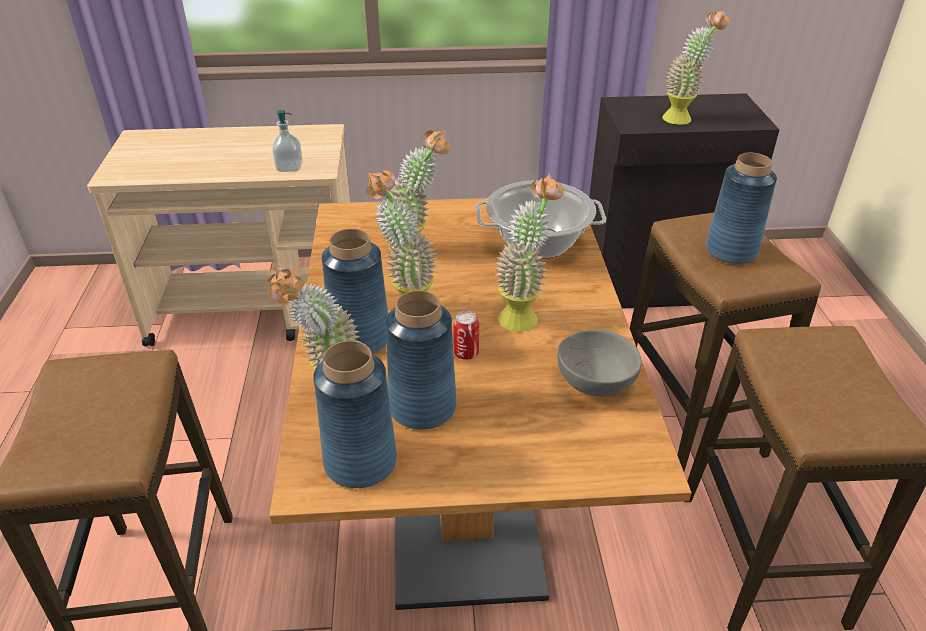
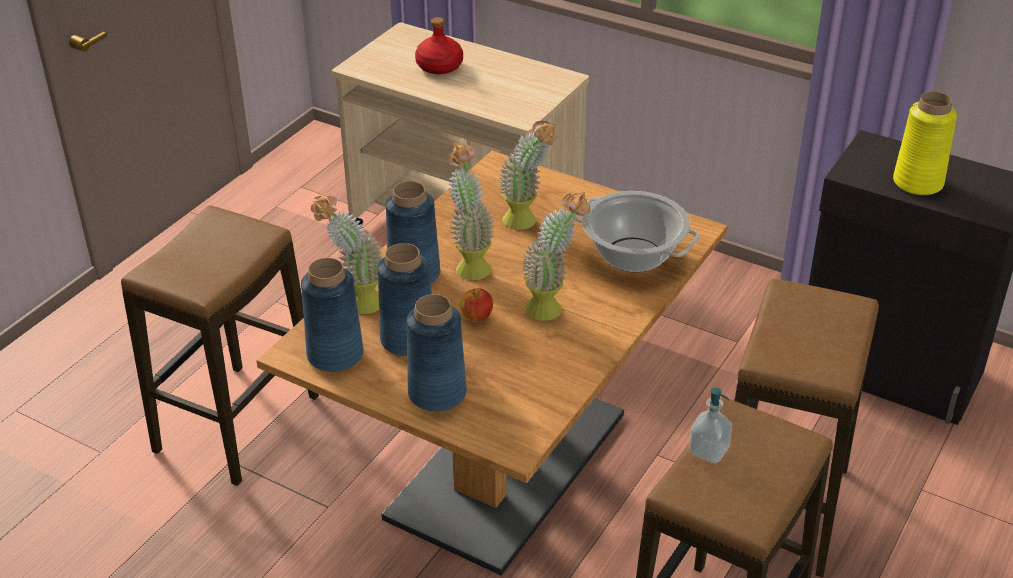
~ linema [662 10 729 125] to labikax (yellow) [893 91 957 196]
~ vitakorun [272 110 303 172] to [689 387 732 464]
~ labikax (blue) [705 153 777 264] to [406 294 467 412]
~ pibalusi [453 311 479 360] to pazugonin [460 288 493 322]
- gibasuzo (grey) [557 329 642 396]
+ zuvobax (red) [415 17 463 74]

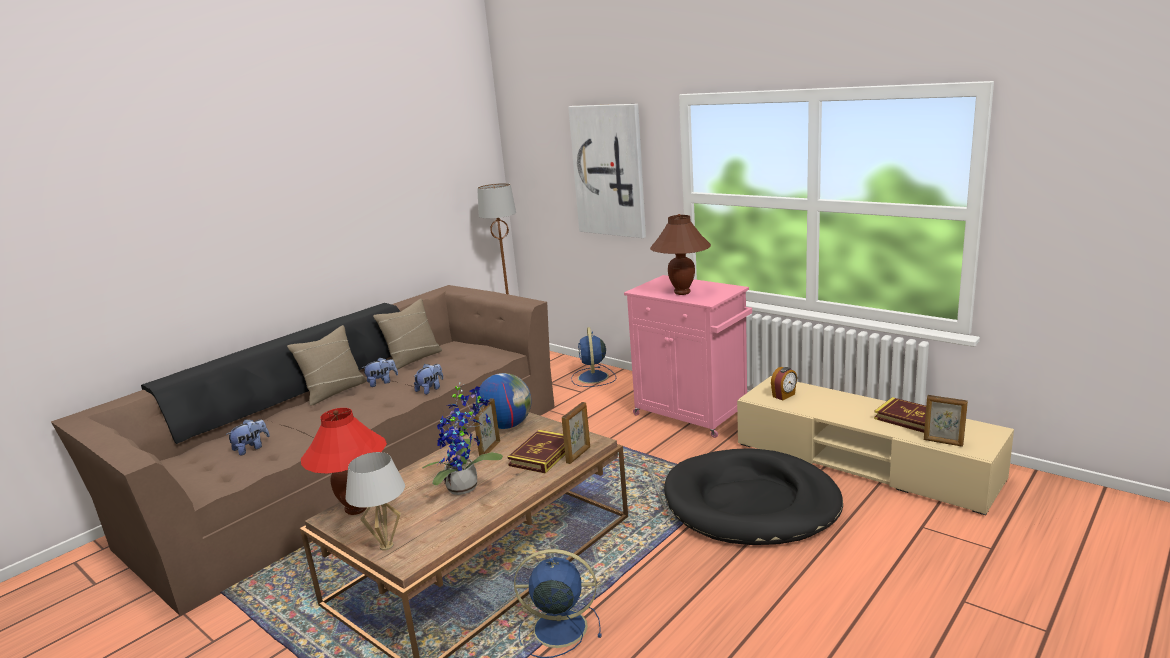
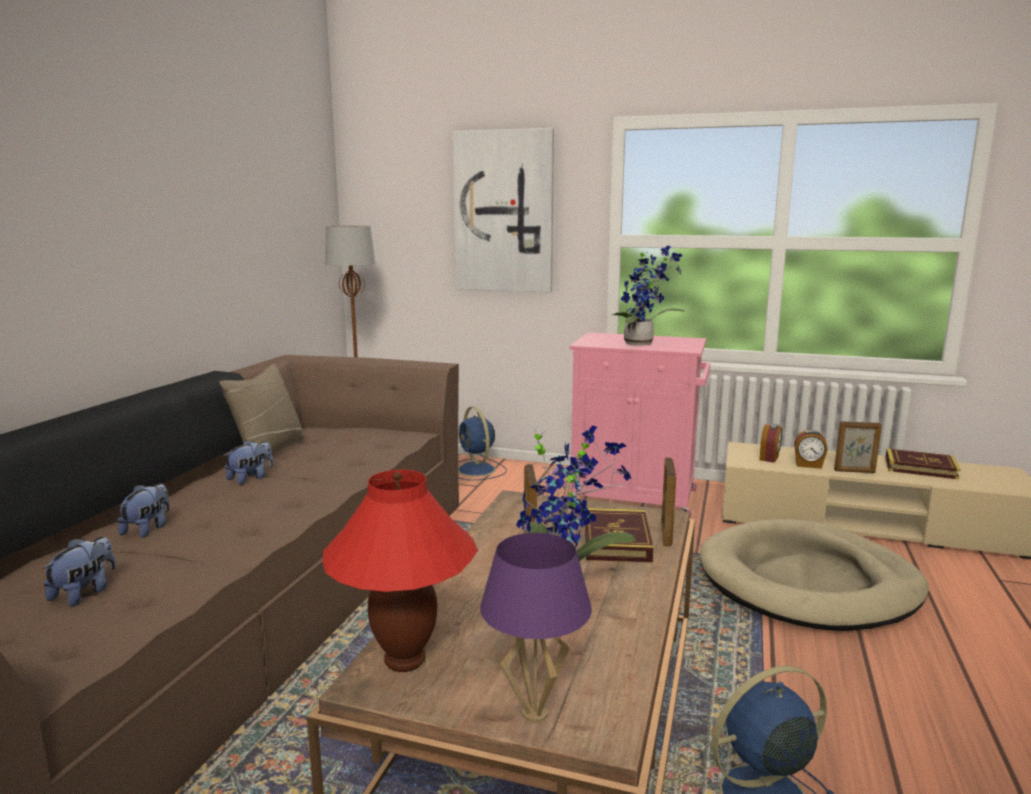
~ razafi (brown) [650 214 711 295] to linema [612 245 685 346]
- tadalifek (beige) [287 325 367 406]
~ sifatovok [414 364 443 395] to [118 483 170 538]
- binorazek [476 373 531 429]
~ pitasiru [924 395 968 447] to [834 421 882 473]
~ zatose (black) [664 448 843 545] to zatose (beige) [700 519 929 631]
~ razafi (white) [346 452 405 551] to razafi (purple) [480 533 592 723]
+ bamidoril [794 430 828 469]

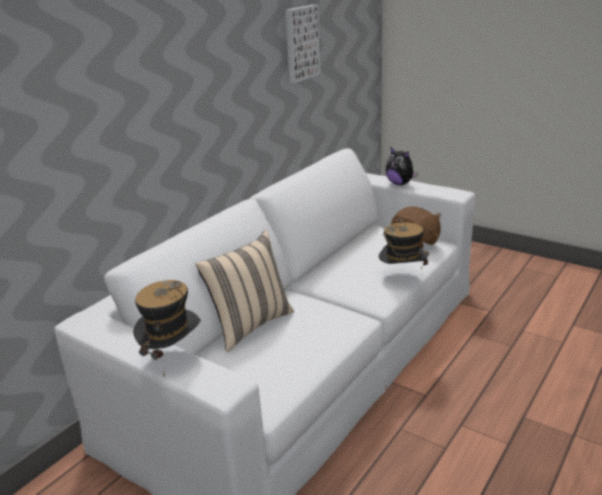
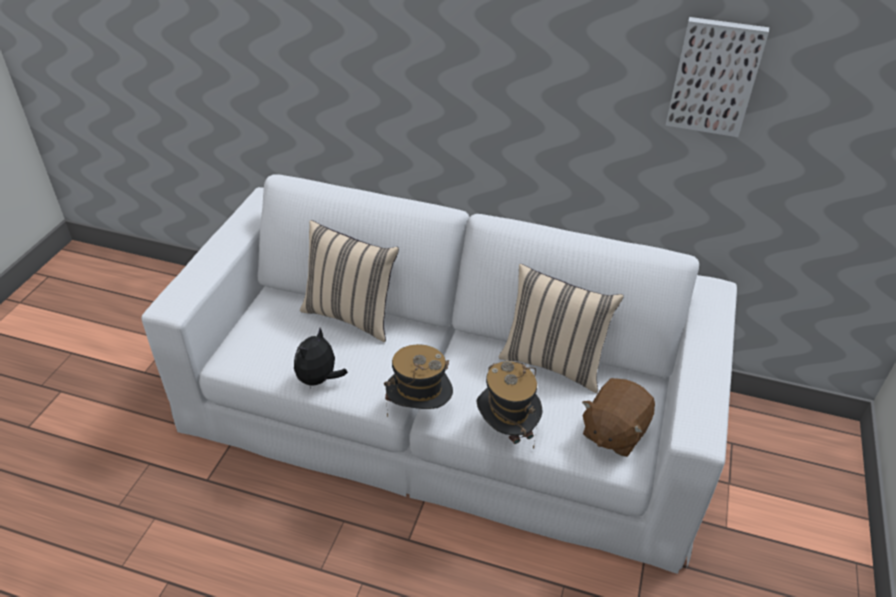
~ sifatovok [386 148 419 185] to [294 328 348 388]
~ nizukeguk [133 280 201 378] to [384 344 453 417]
+ tadalifek (beige) [499 264 624 393]

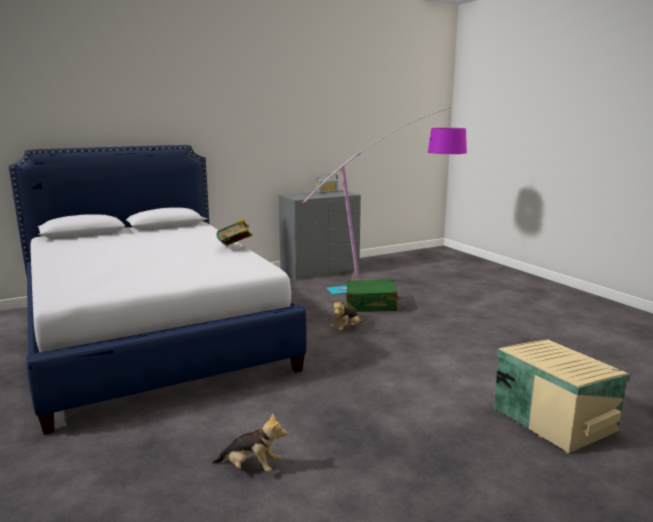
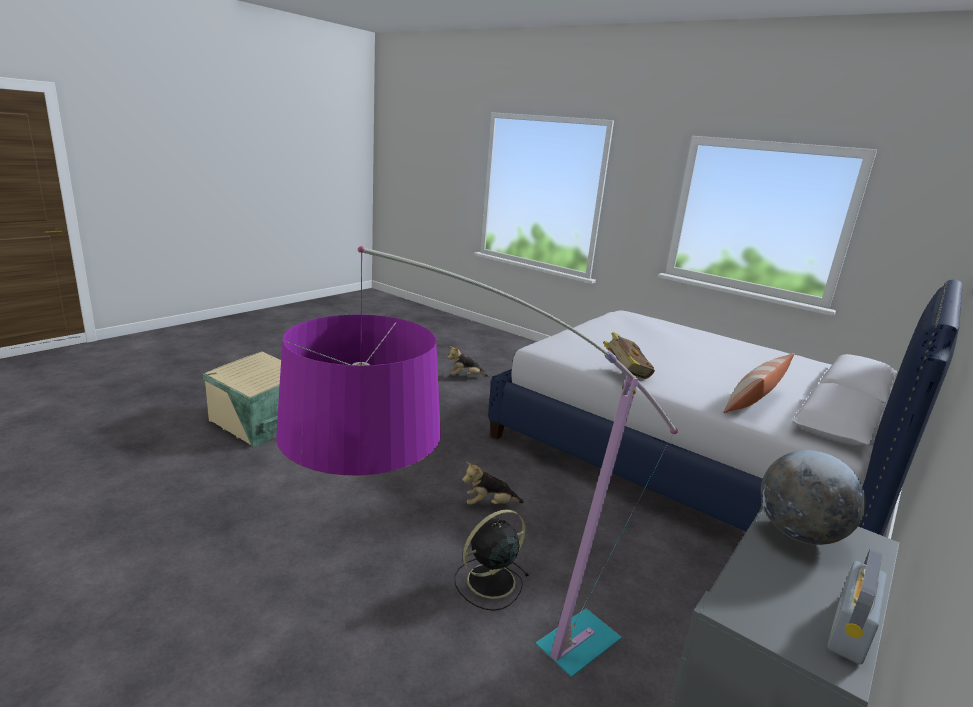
~ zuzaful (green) [346 279 400 312] to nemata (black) [454 510 529 611]
~ sifatovok [330 301 362 331] = [462 462 524 505] 120 degrees counterclockwise
+ tadalifek [723 353 795 413]
+ binorazek [760 450 866 545]

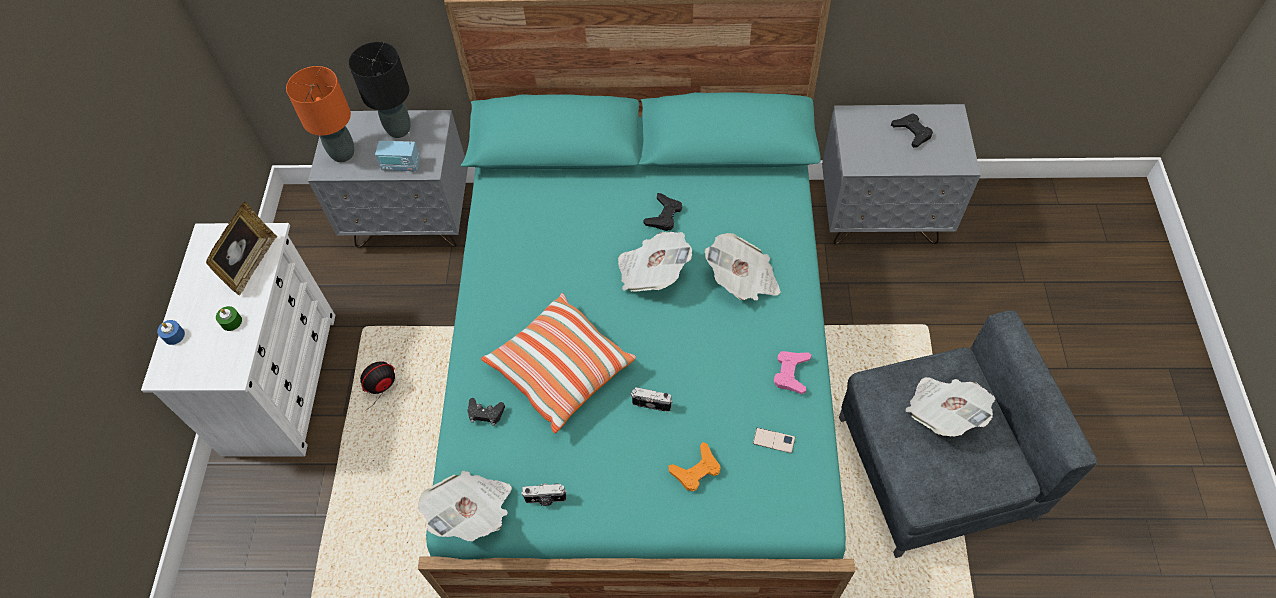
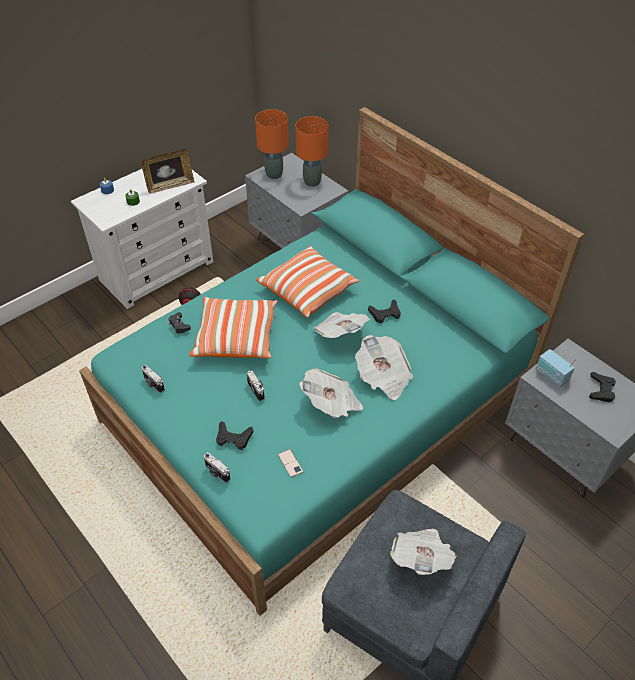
~ razafi (black) [348 42 411 138] to razafi (orange) [296 116 328 187]
~ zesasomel [375 132 420 172] to [536 349 576 388]
- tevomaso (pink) [774 351 812 394]
~ tevomaso (orange) [669 442 721 491] to tevomaso (black) [216 421 253 450]
~ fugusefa [418 471 512 541] to [299 368 363 418]
+ tadalifek [256 246 359 318]
+ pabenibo [204 452 230 483]

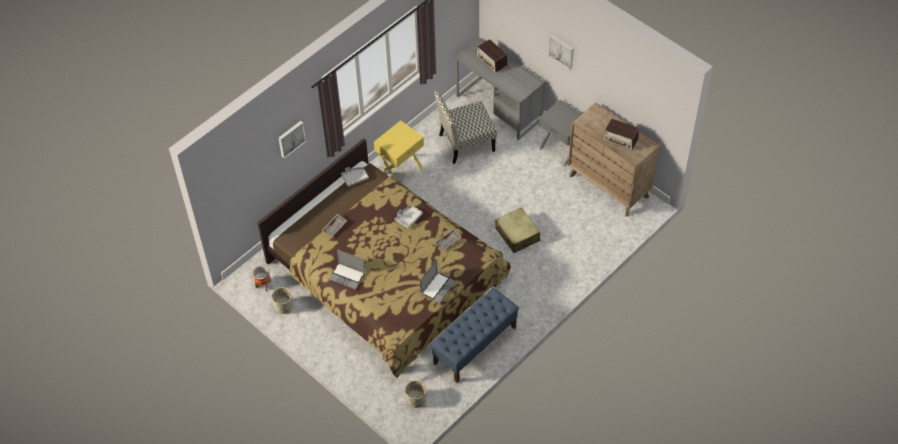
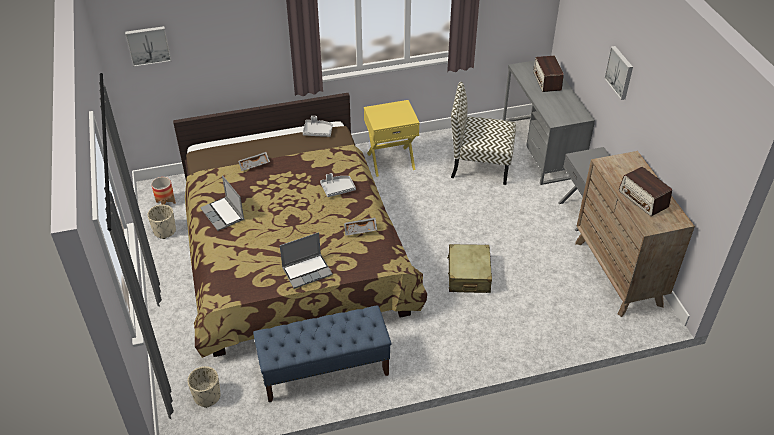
~ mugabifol [278 121 306 159] to [125 26 171 67]

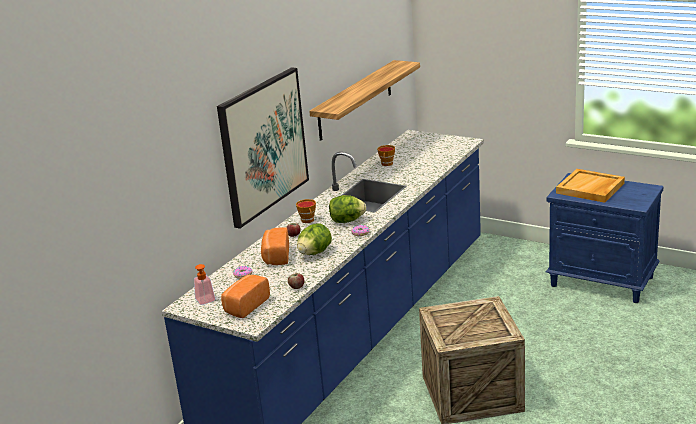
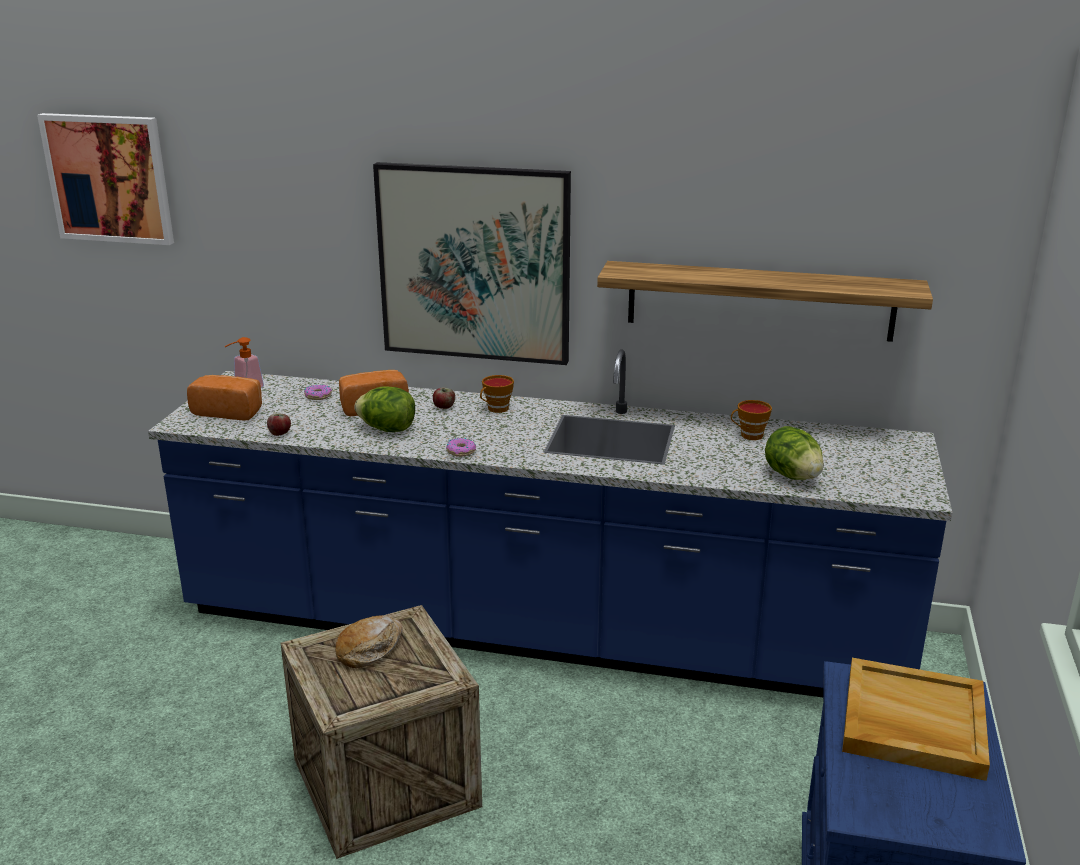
~ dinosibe [329 195 366 223] to [765 426 824 480]
+ mugabifol [37 113 174 245]
+ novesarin [335 616 403 668]

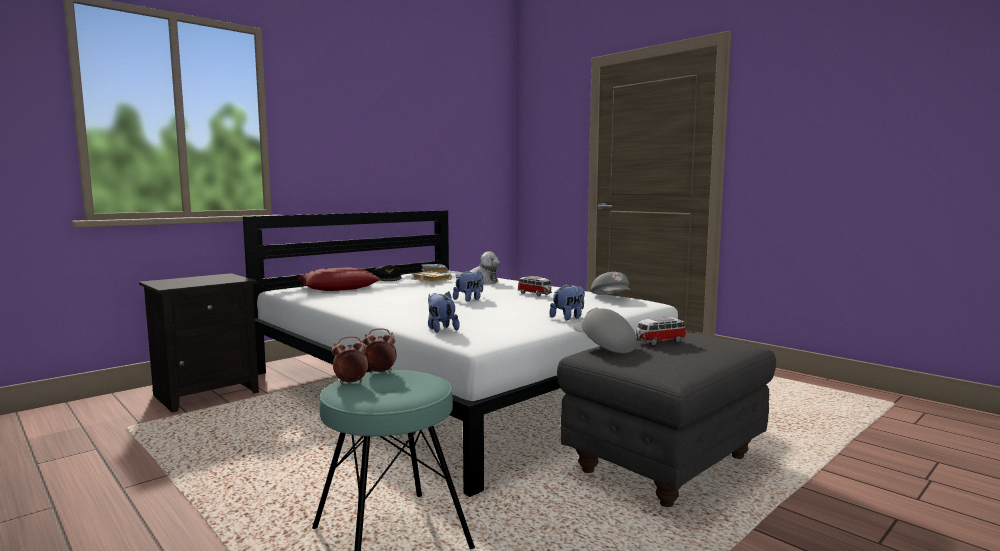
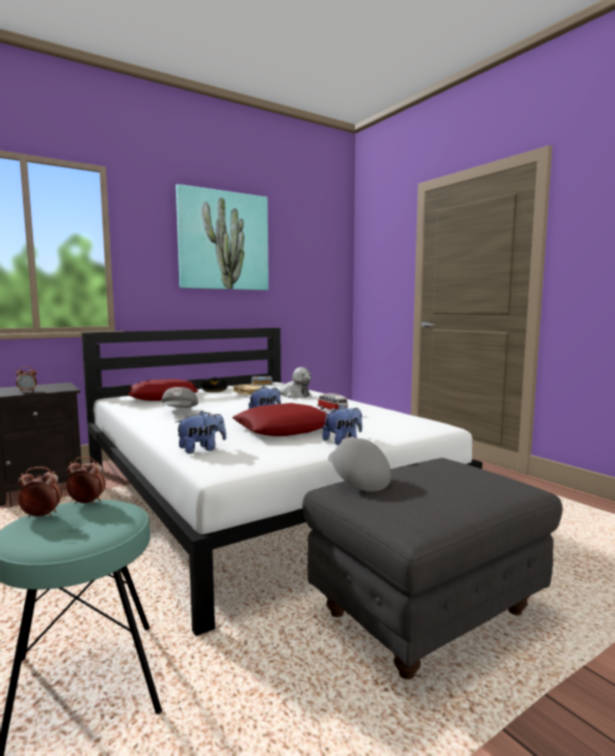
~ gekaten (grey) [591 272 630 295] to [162 387 198 408]
~ sifatovok [428 292 460 333] = [176 411 226 454] 75 degrees clockwise
- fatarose [636 317 686 346]
+ mugabifol [176 184 269 290]
+ bamidoril [16 366 37 392]
+ tadalifek (red) [232 403 327 436]

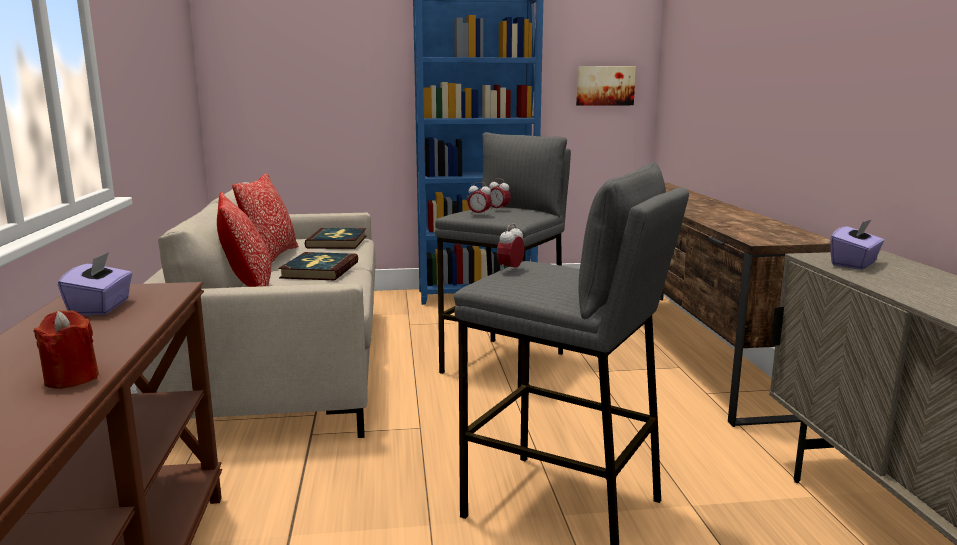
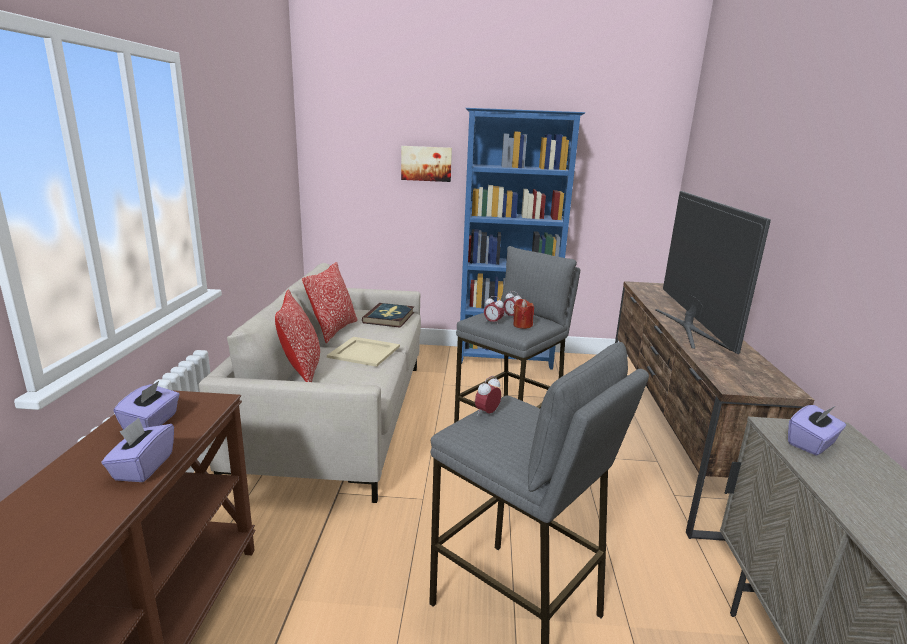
~ mugabifol [576 66 636 106] to [401 146 452 182]
~ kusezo [278 252 358 280] to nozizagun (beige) [327 337 400 367]
~ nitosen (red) [33 310 99 389] to [513 299 534 329]
+ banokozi [655 191 771 354]
+ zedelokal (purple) [101 417 174 482]

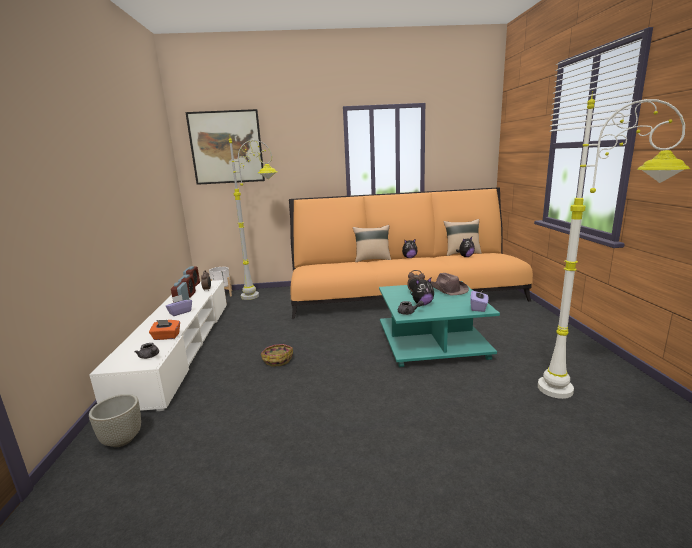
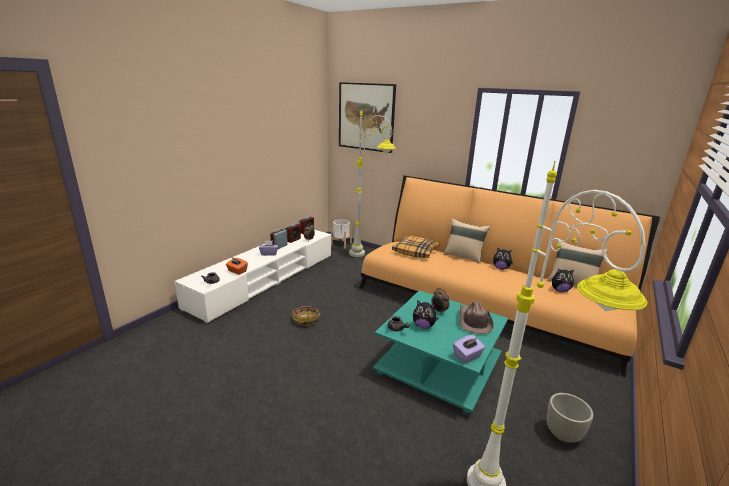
~ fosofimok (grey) [89 394 141 447] to [547 393 594 443]
+ tadalifek [392 236 440 258]

